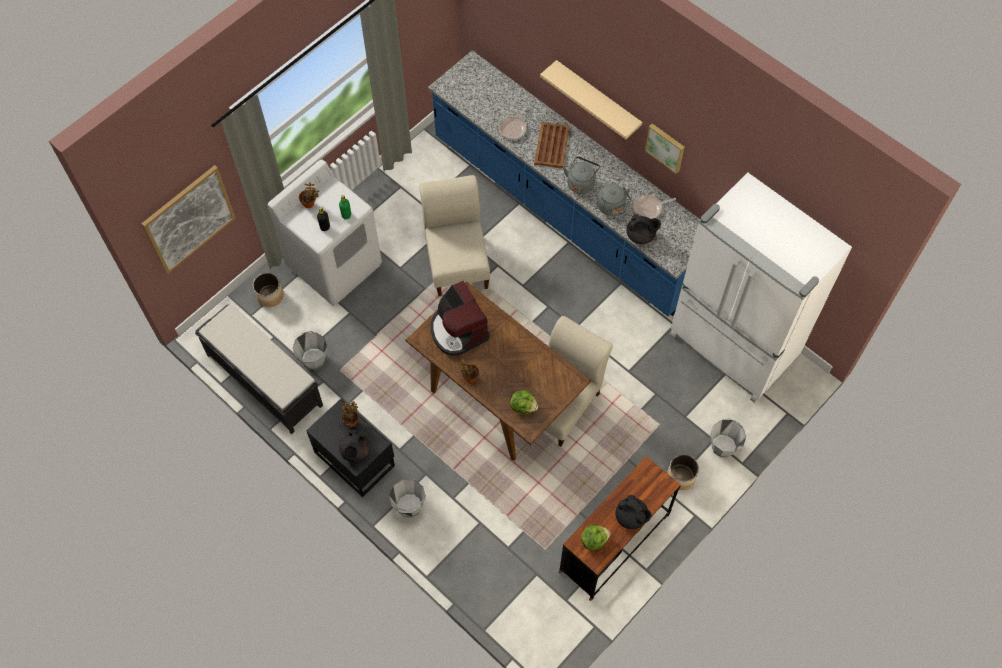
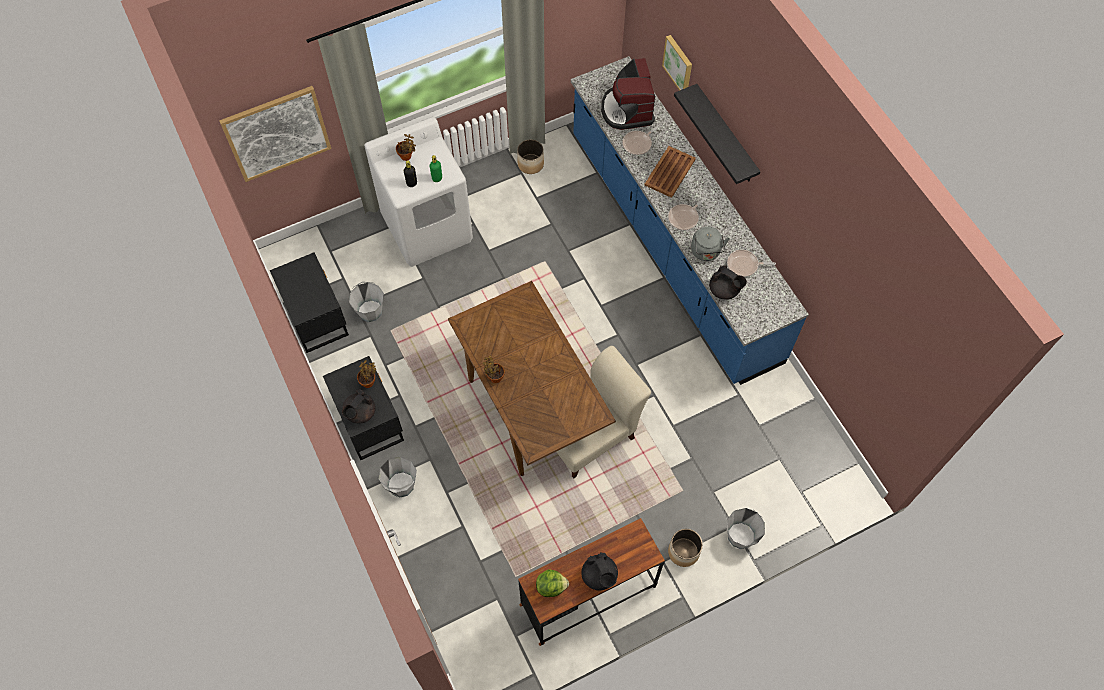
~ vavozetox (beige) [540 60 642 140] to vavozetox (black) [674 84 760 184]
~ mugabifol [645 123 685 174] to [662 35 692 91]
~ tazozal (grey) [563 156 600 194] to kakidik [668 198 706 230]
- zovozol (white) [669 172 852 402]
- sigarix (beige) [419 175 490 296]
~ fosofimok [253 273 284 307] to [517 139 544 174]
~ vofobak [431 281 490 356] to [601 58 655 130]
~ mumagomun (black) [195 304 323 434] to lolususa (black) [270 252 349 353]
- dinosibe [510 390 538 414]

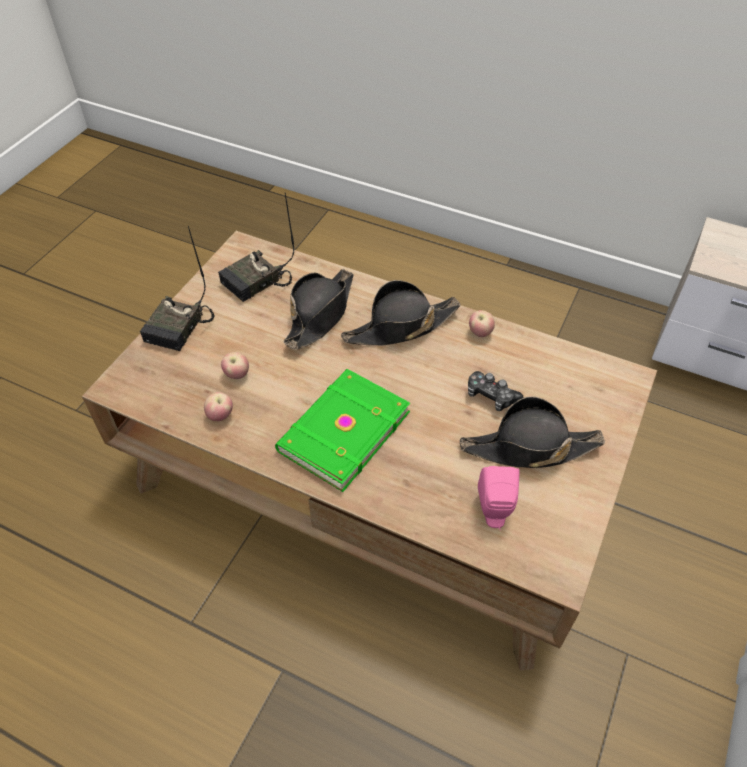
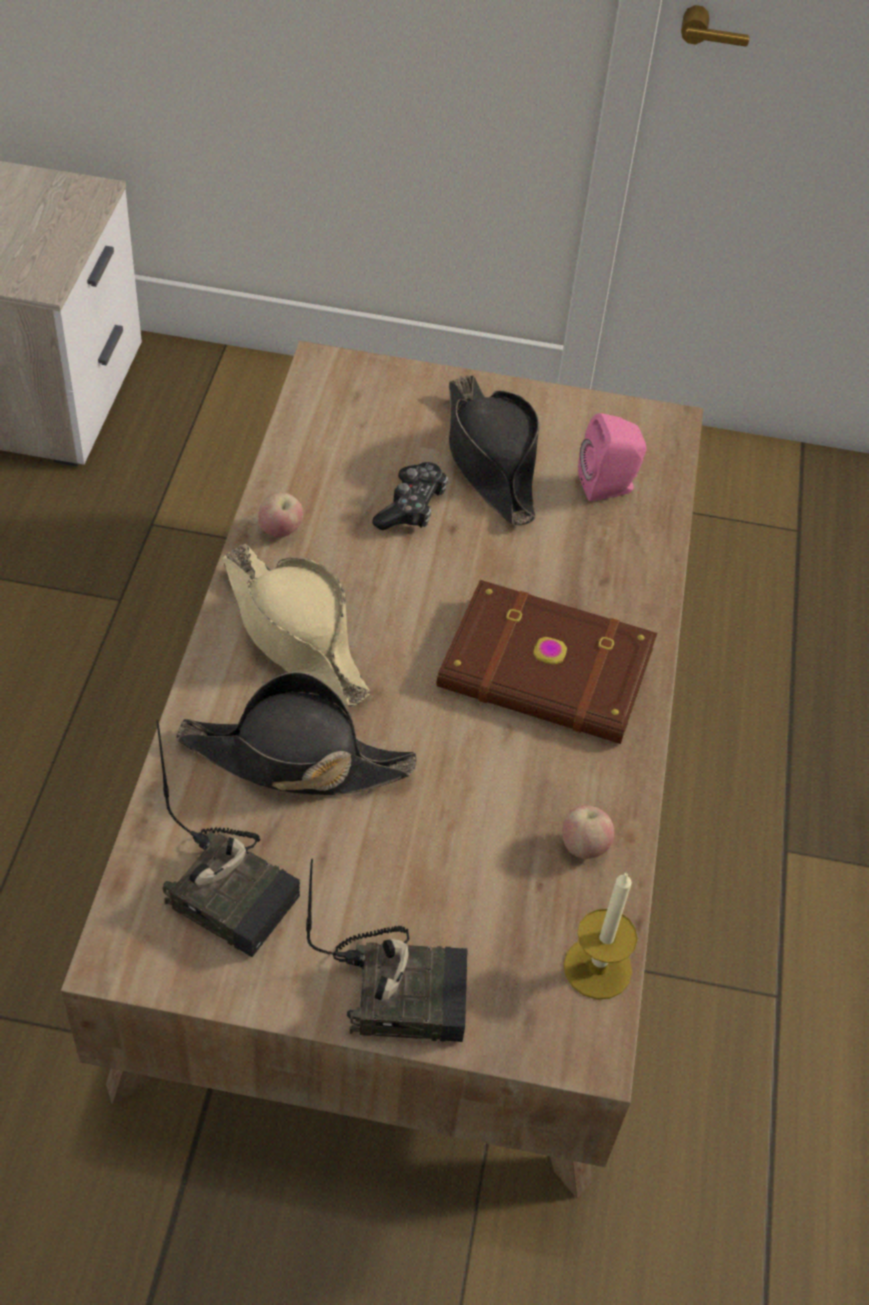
~ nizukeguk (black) [341 280 461 346] to nizukeguk (beige) [222 544 370 707]
- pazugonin [221 352 249 379]
~ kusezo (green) [275 369 410 492] to kusezo (brown) [436 580 657 744]
+ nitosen [563 871 638 999]

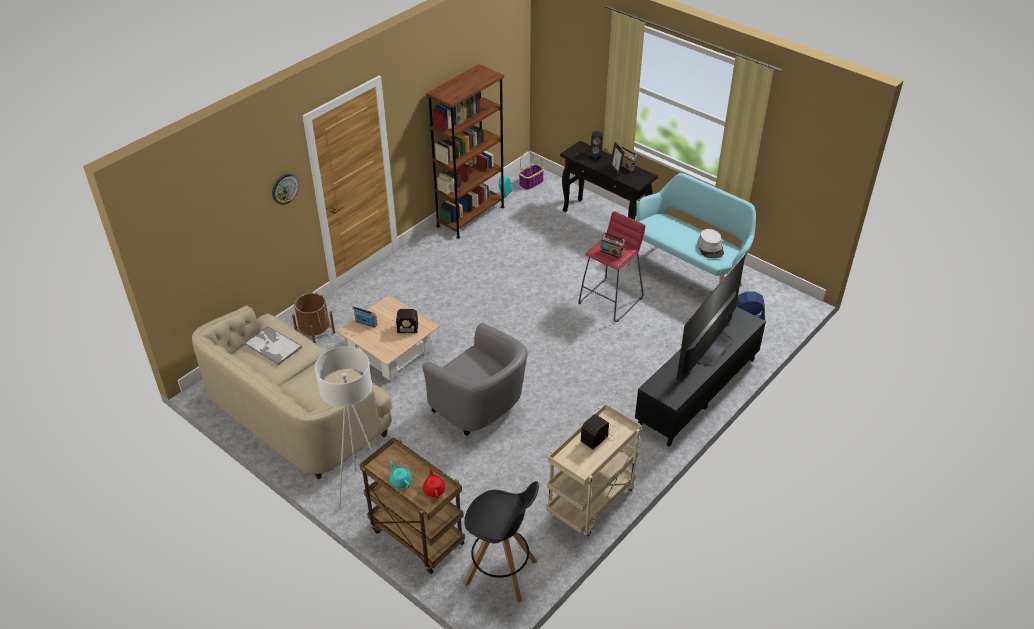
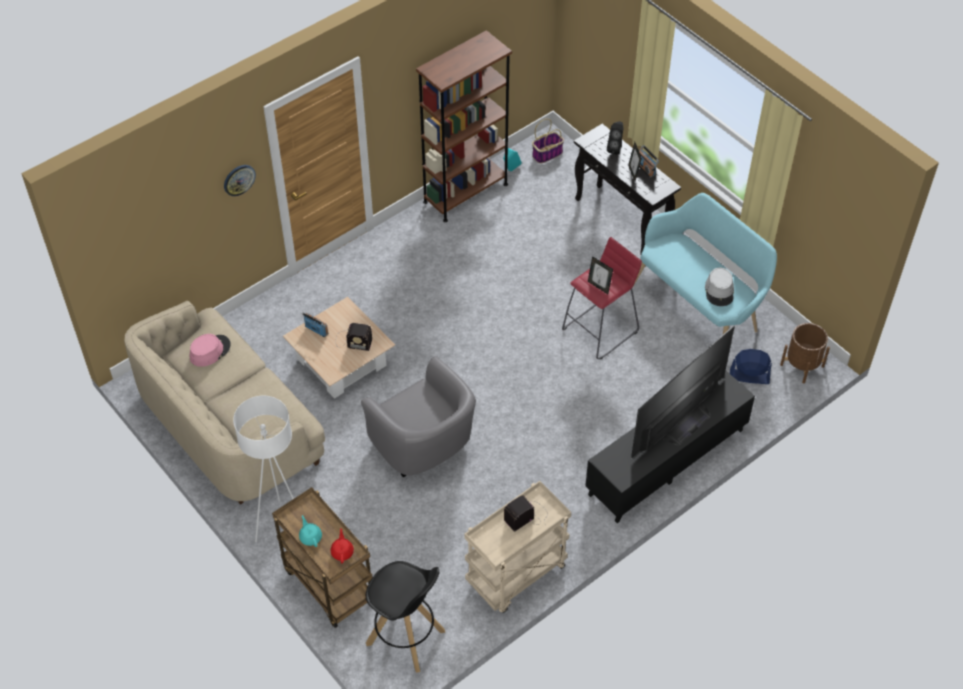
~ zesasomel [600 232 625 258] to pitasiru [588 256 613 294]
~ fosofimok (brown) [292 293 335 344] to [780 323 830 383]
~ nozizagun [244 326 302 366] to nizukeguk (pink) [190 334 231 367]

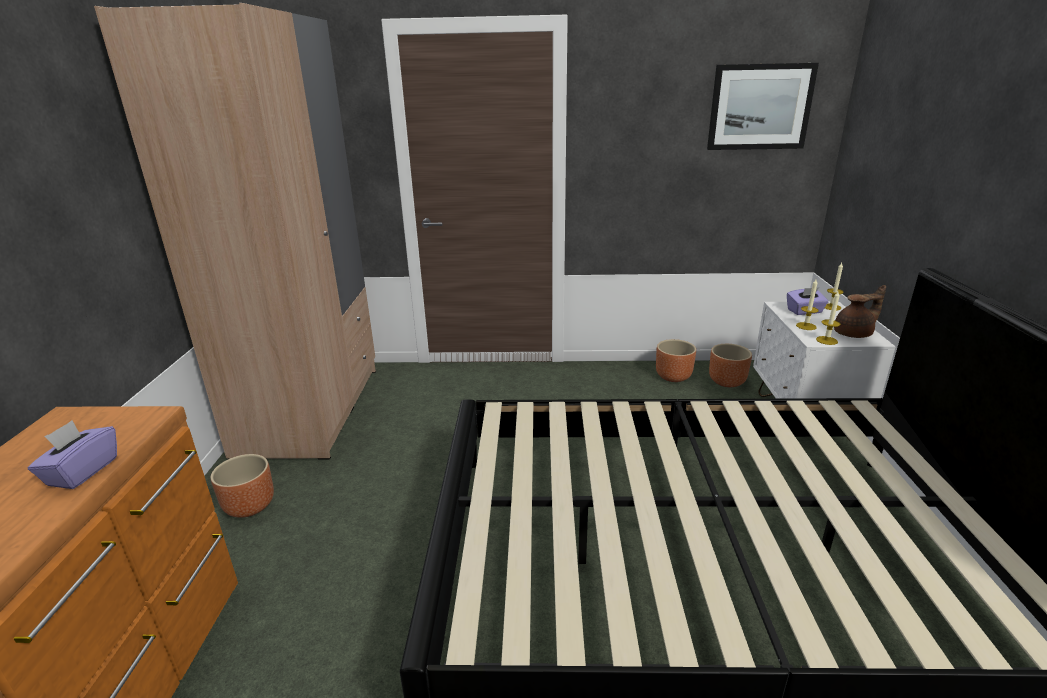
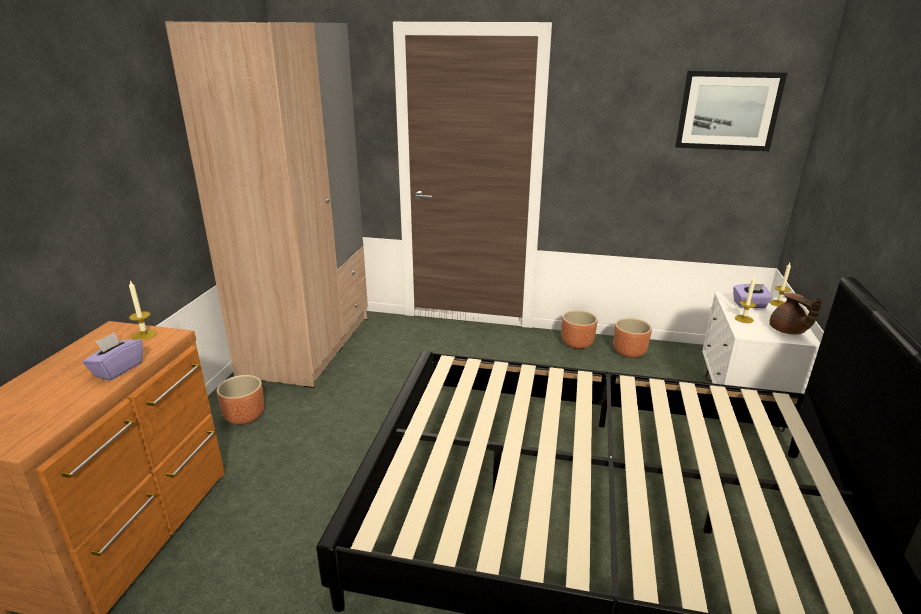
~ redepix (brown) [834 285 886 338] = [769 293 822 335] 75 degrees clockwise
~ nitosen [816 291 840 345] to [129 281 157 340]
~ fosofimok (brown) [709 344 752 387] to [561 310 597 349]

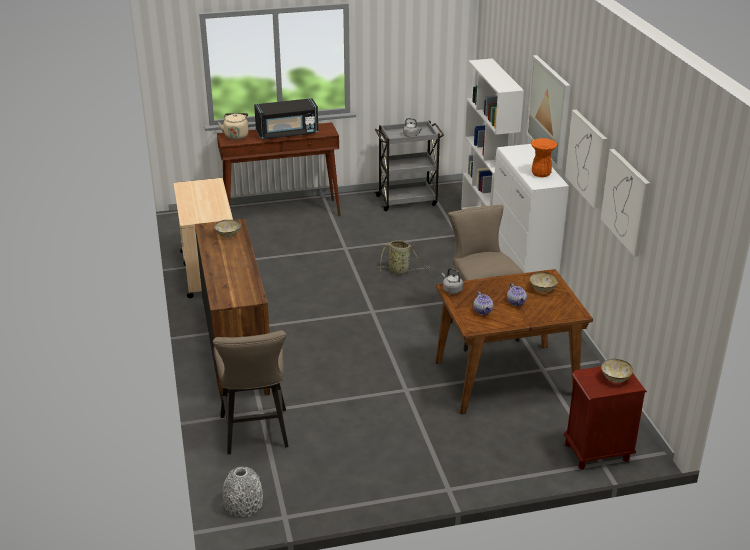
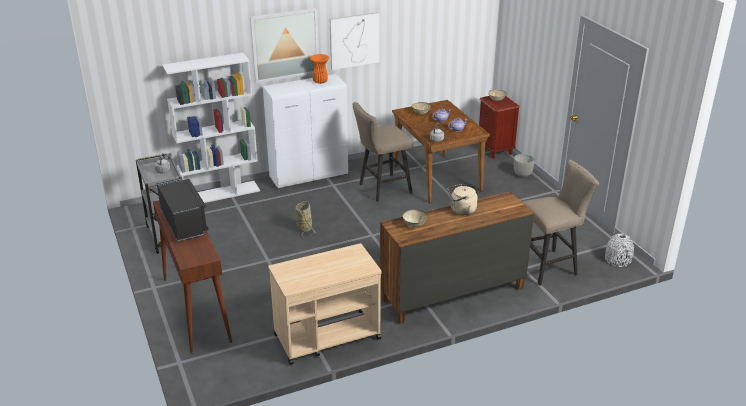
~ tazozal (beige) [218 113 249 140] to [448 184 478 215]
- mugabifol [600 149 650 257]
+ fosofimok [514 154 535 178]

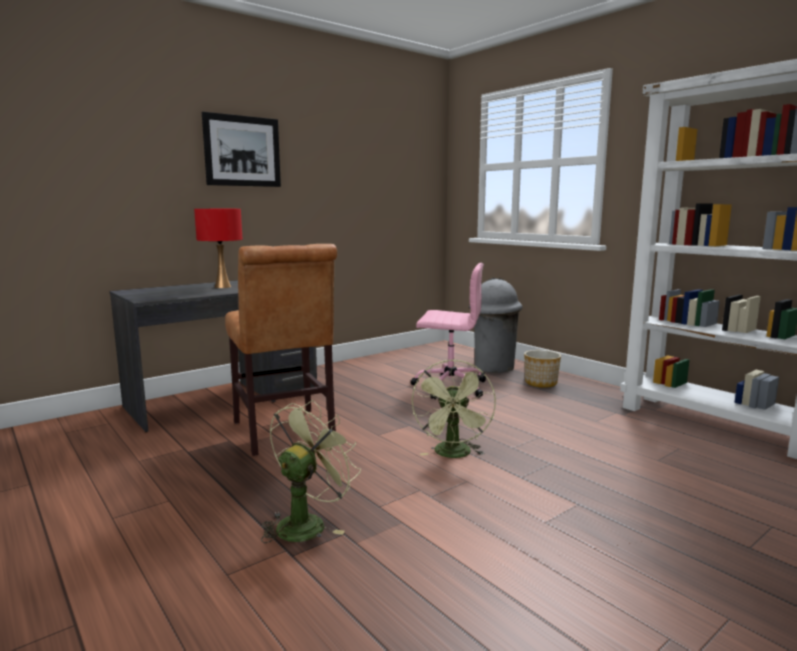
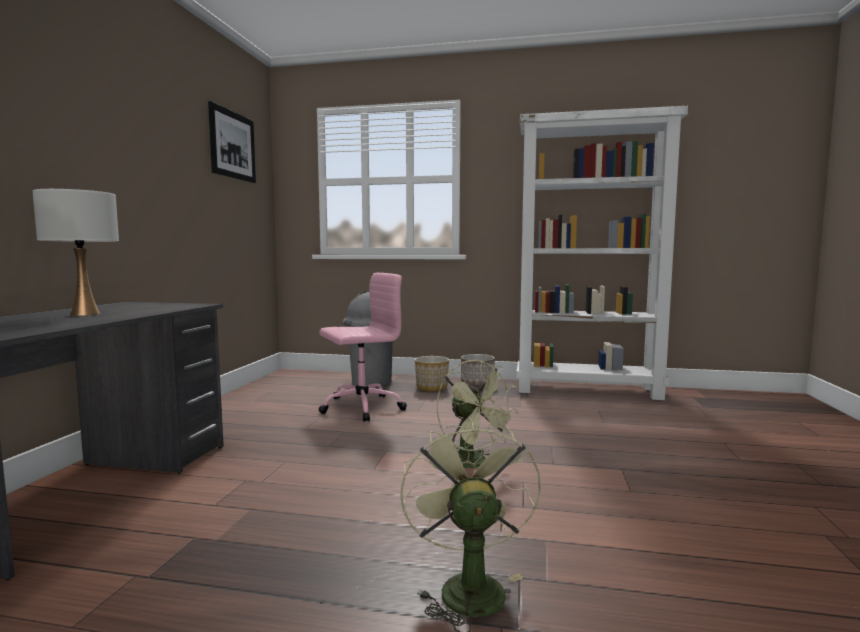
~ mugabifol [202 112 281 187] to [208 101 256 183]
~ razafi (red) [194 209 242 288] to razafi (white) [33 189 119 316]
- sigarix (brown) [225 244 337 456]
+ fosofimok [461 354 495 387]

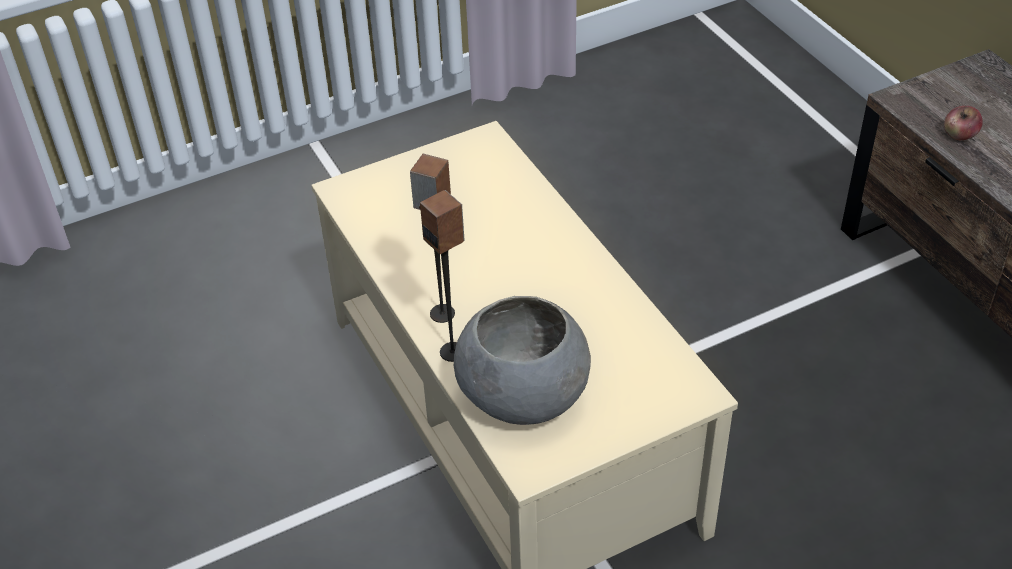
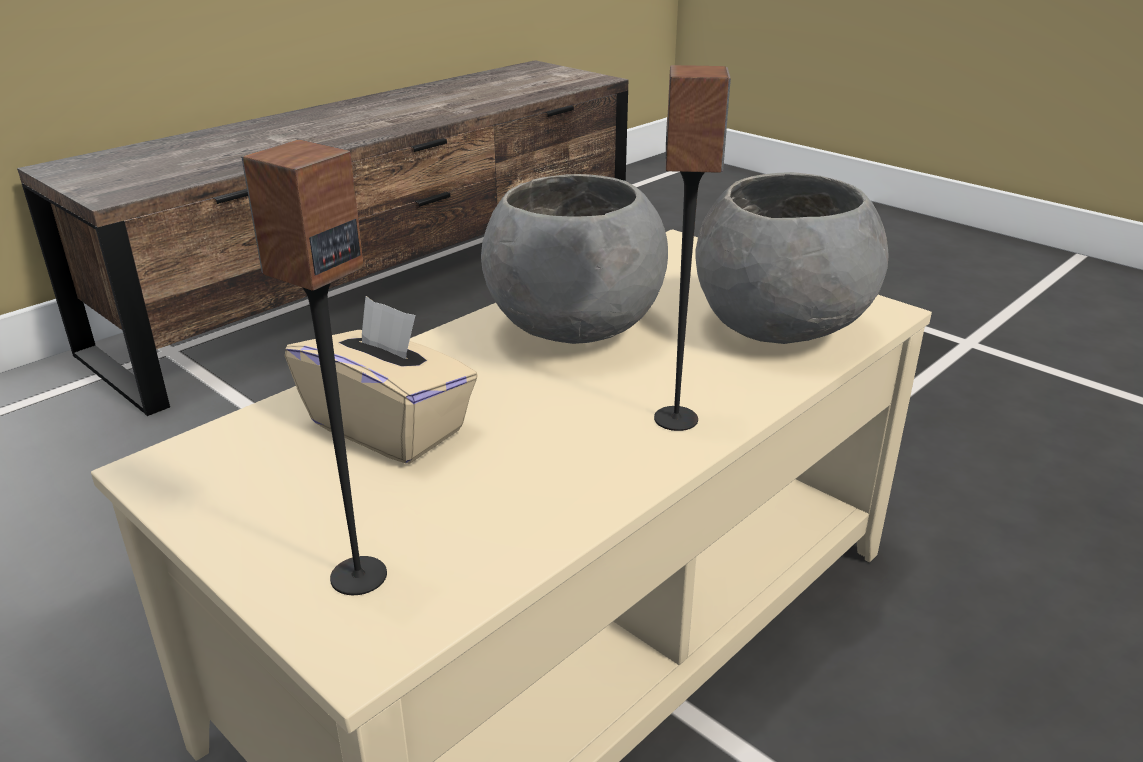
- pazugonin [944 106 983 140]
~ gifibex [420 190 465 362] to [241 140 387 595]
+ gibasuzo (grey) [481 174 668 344]
+ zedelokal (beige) [285 296 478 464]

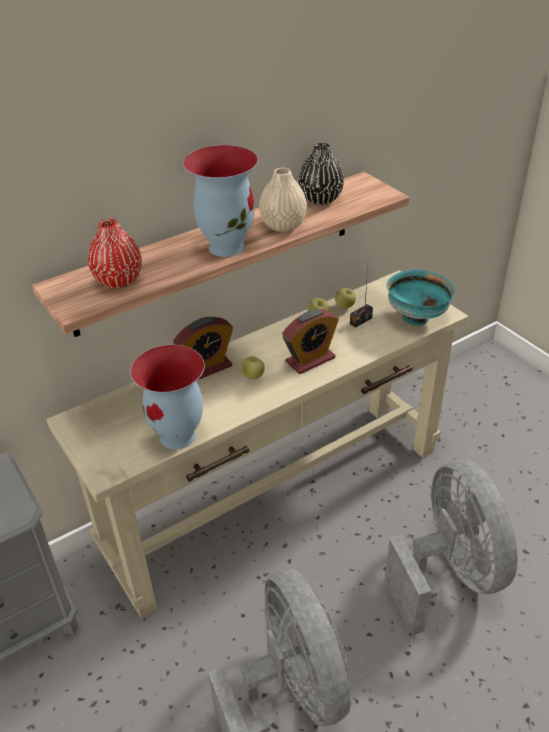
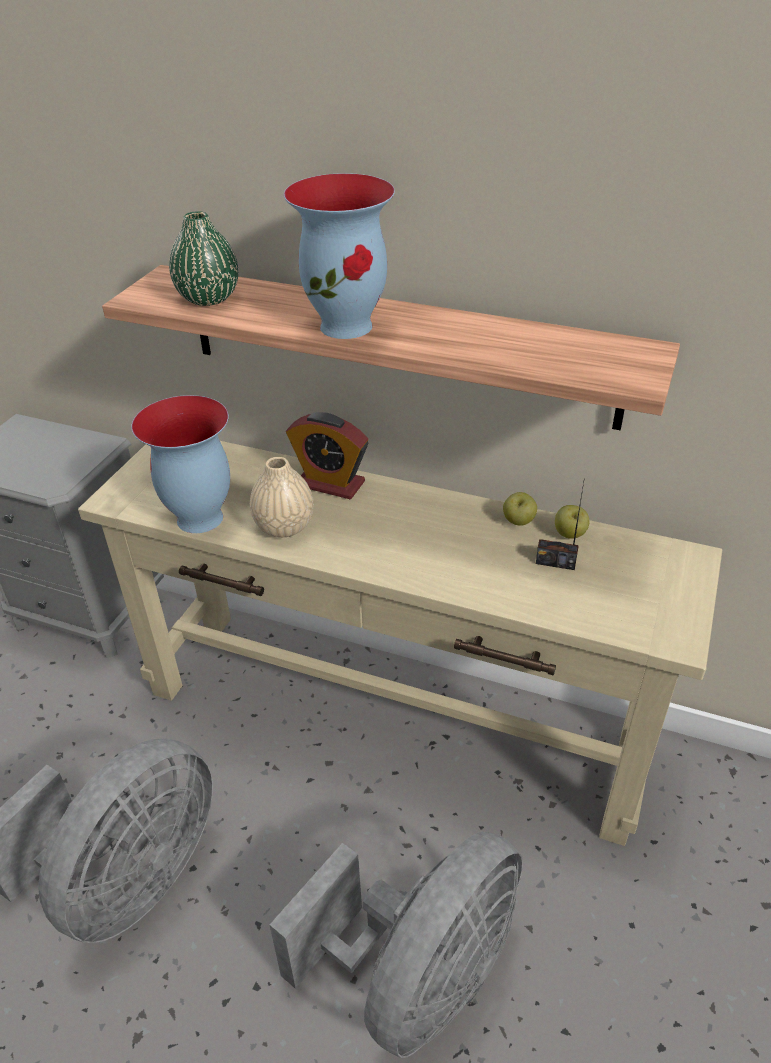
- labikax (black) [299 143 344 205]
~ labikax (beige) [259 168 307 232] to [250 457 314 537]
~ labikax (red) [88 219 142 288] to labikax (green) [169 211 238 306]
- gibasuzo (turquoise) [387 270 455 326]
- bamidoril [282 309 339 374]
- pazugonin [241 357 265 379]

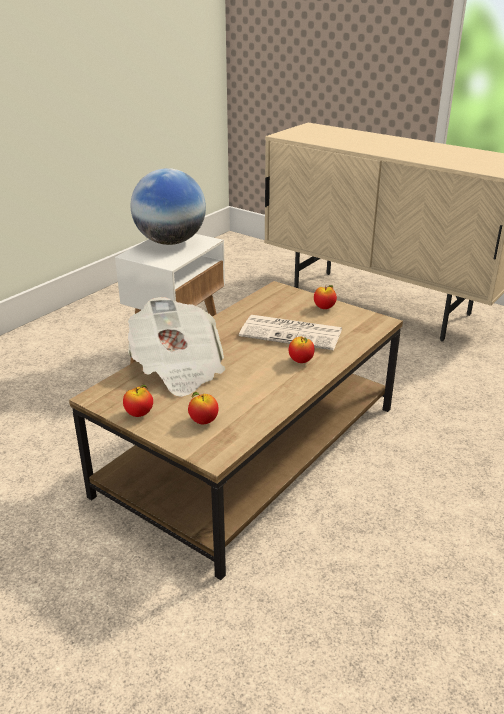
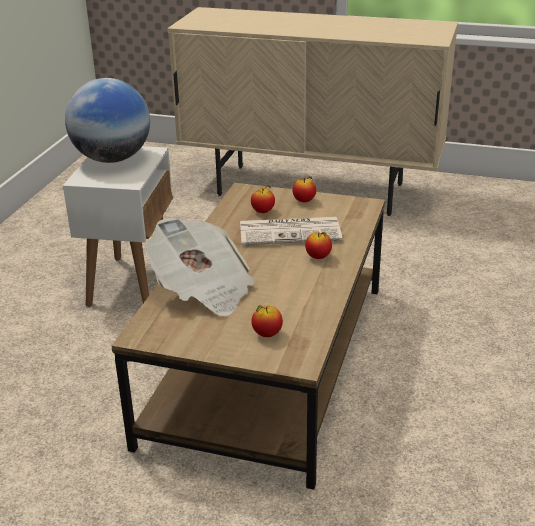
~ pazugonin [123 385 153 417] to [251 185 275 213]

